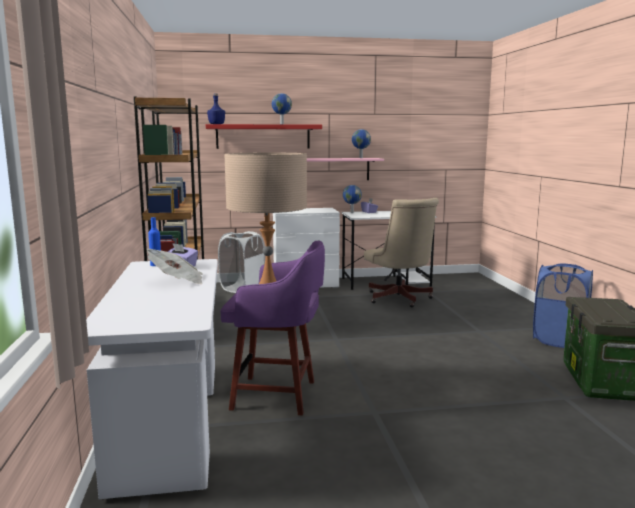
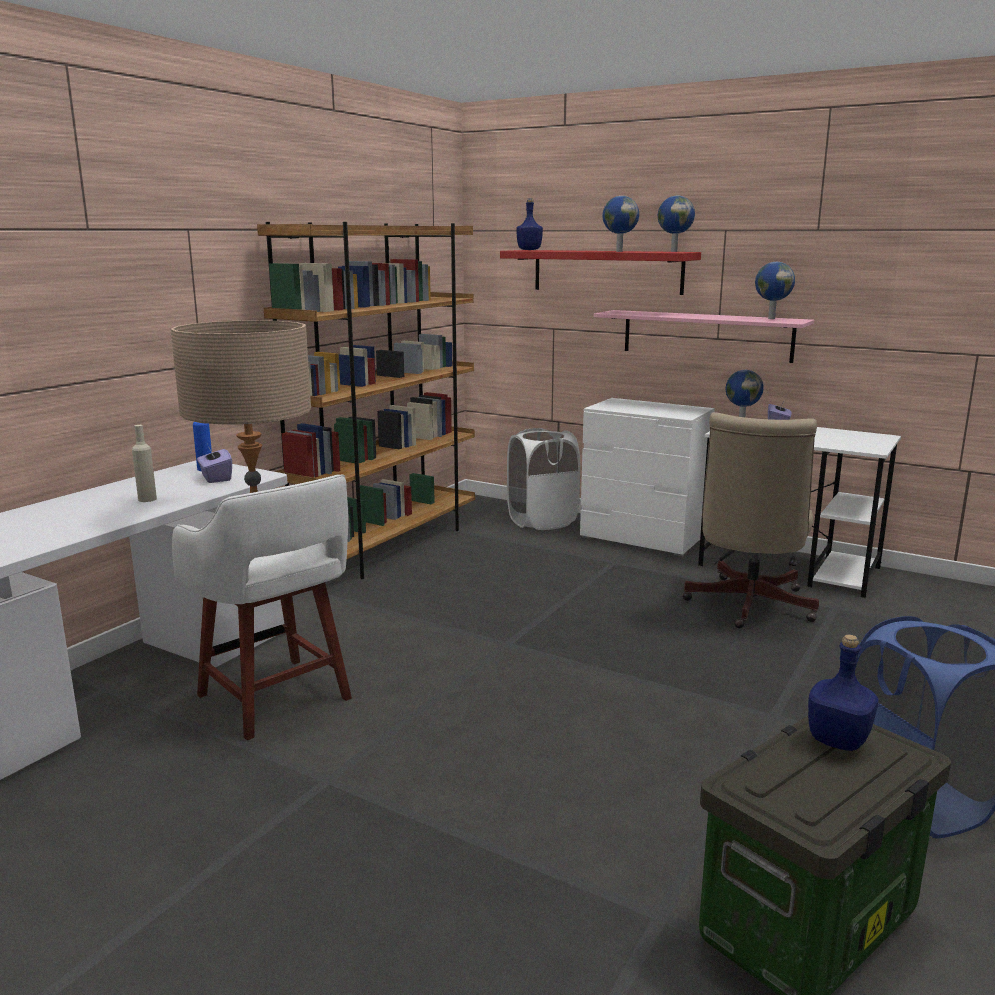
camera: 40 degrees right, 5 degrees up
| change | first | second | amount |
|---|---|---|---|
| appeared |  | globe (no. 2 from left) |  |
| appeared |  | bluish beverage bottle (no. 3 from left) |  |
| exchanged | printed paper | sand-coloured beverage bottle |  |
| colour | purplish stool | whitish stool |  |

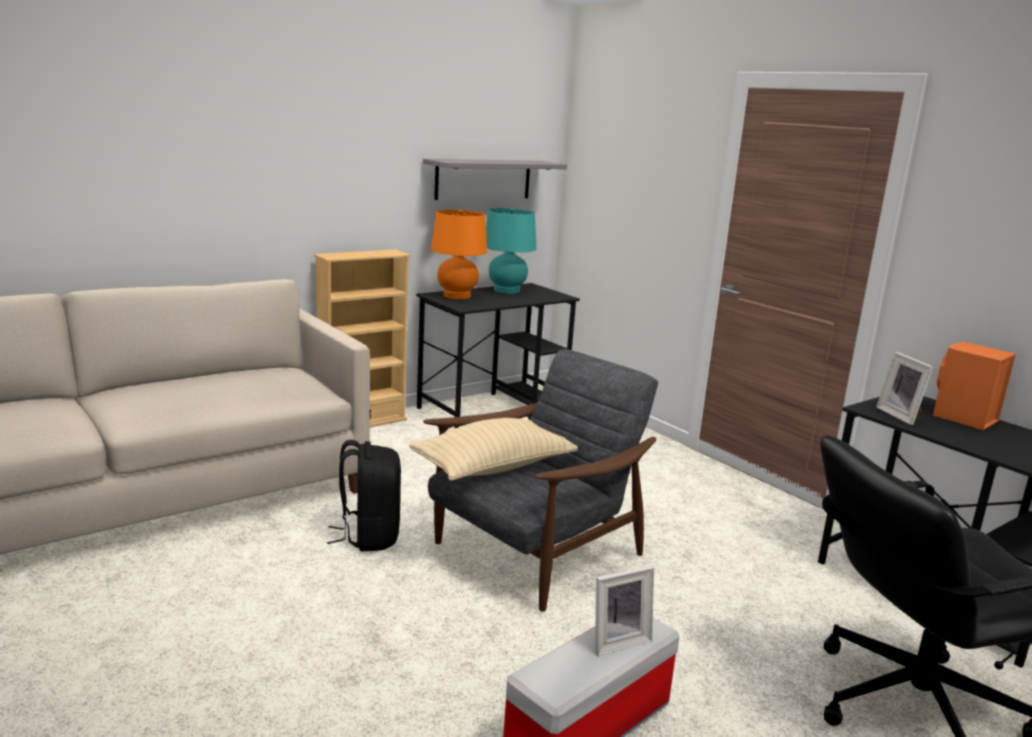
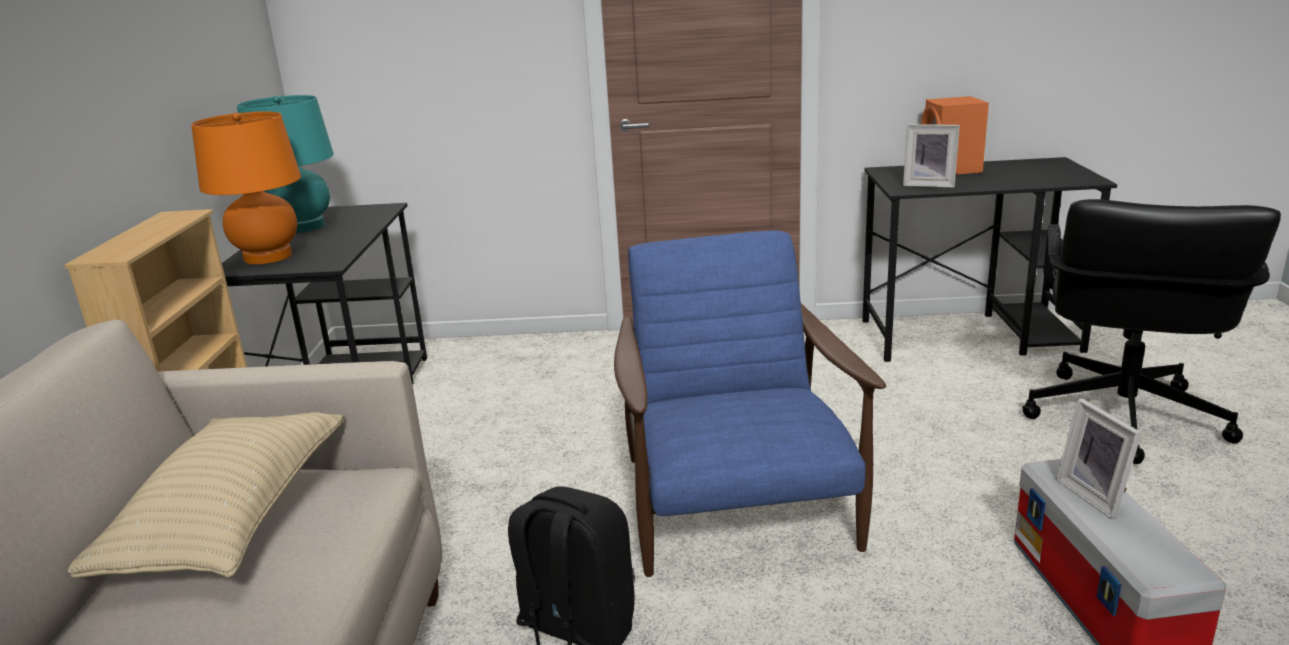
camera: 50 degrees left, 5 degrees up
| change | first | second | amount |
|---|---|---|---|
| missing | grey shelf |  |  |
| relocated | sand-coloured pillow |  |  |
| colour | grey lounge chair | bluish lounge chair |  |
| spun | picture frame (no. 1 from left in the first image) | picture frame (no. 2 from left) | 150 degrees clockwise |

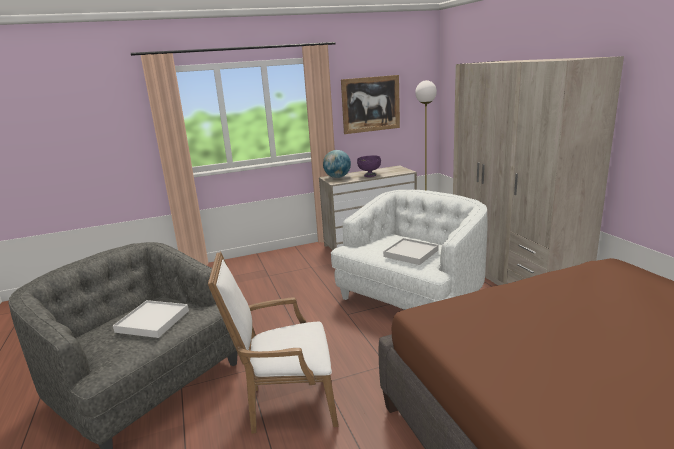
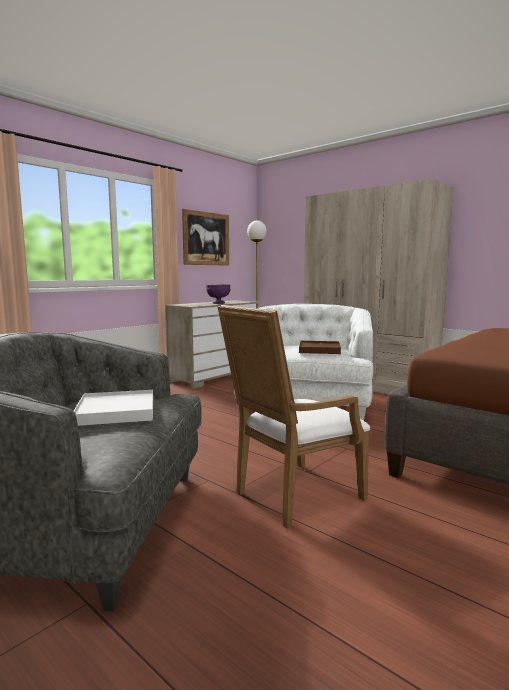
camera: 30 degrees left, 10 degrees down
| change | first | second | amount |
|---|---|---|---|
| missing | globe |  |  |
| colour | whitish serving tray (no. 2 from left) | brownish serving tray |  |

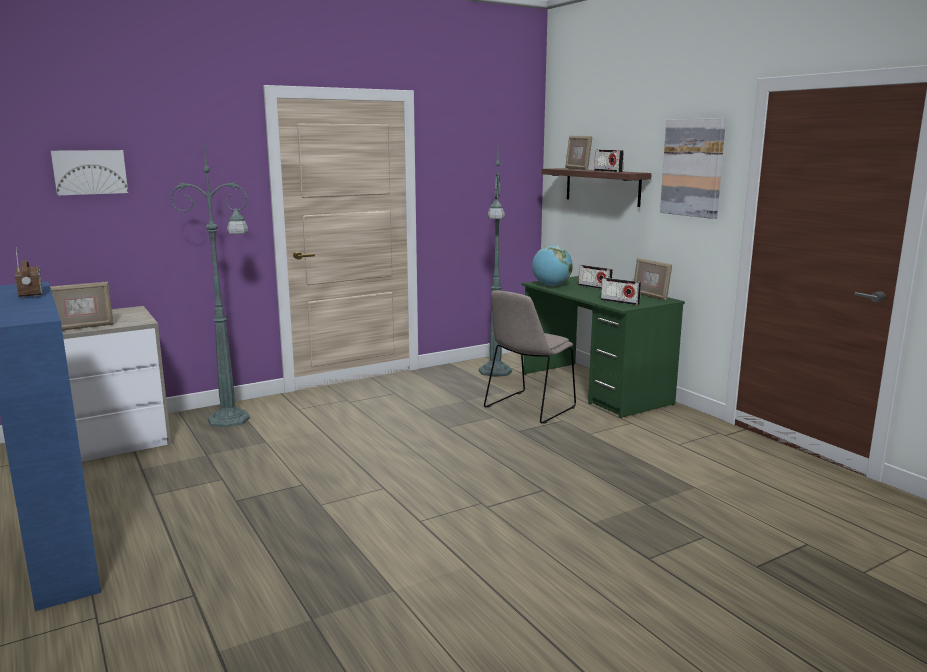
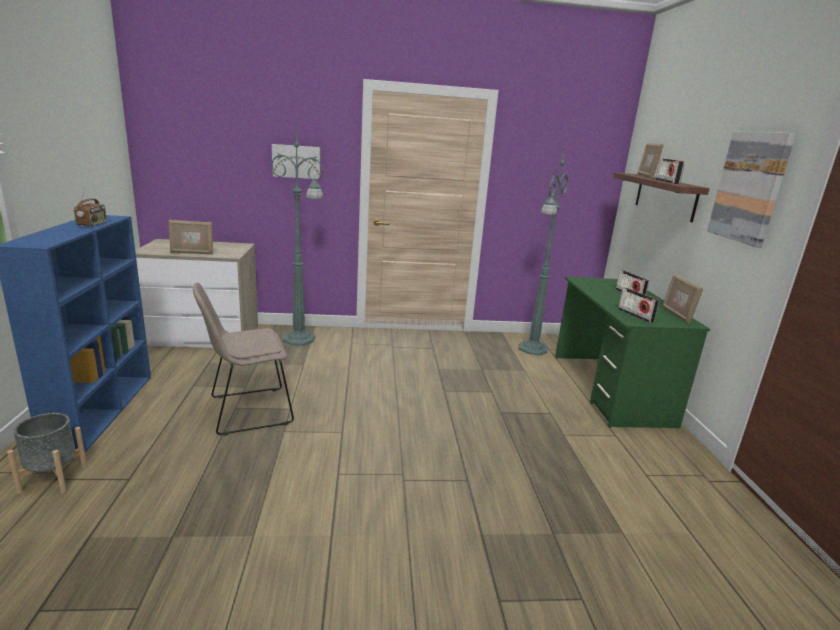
camera: 25 degrees right, 5 degrees up
| change | first | second | amount |
|---|---|---|---|
| missing | globe |  |  |
| appeared |  | grey plant pot |  |
| relocated | picture (no. 1 from left) |  |  |
| relocated | sand-coloured upright chair |  |  |

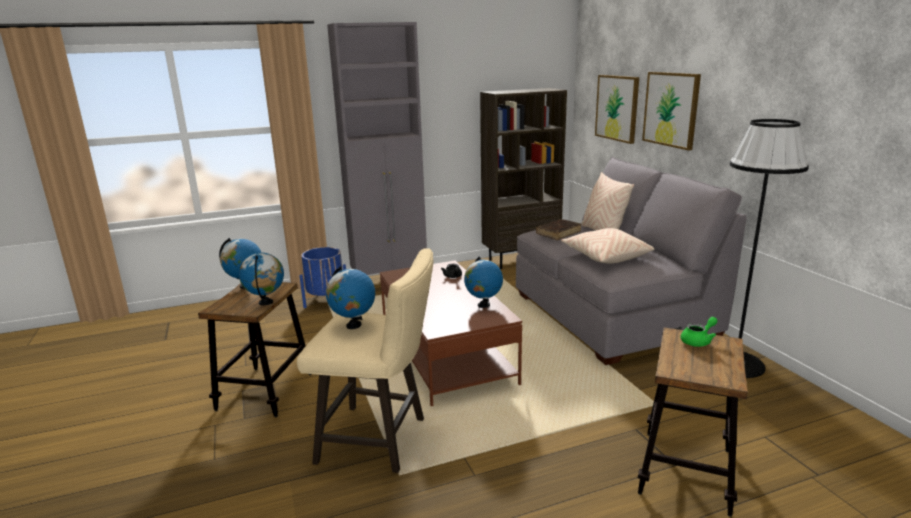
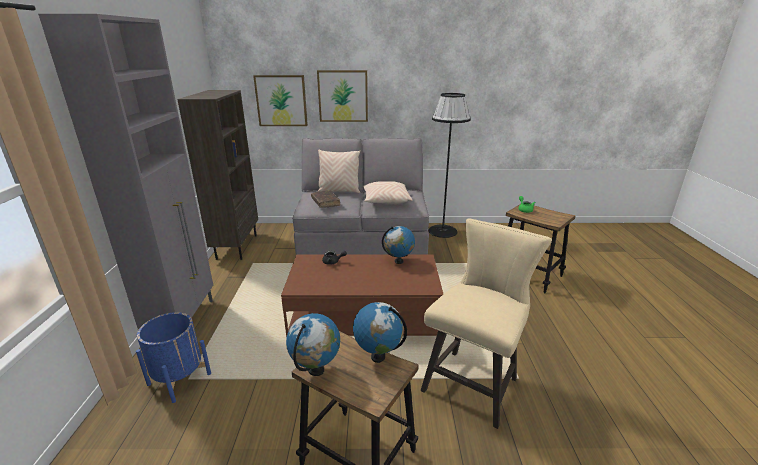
camera: 70 degrees left, 5 degrees up
| change | first | second | amount |
|---|---|---|---|
| missing | globe (no. 3 from left) |  |  |

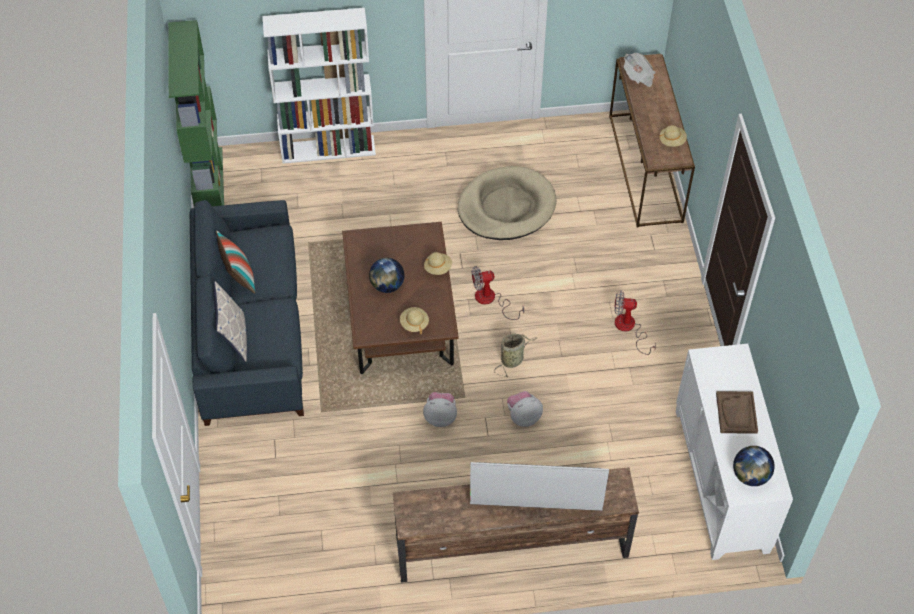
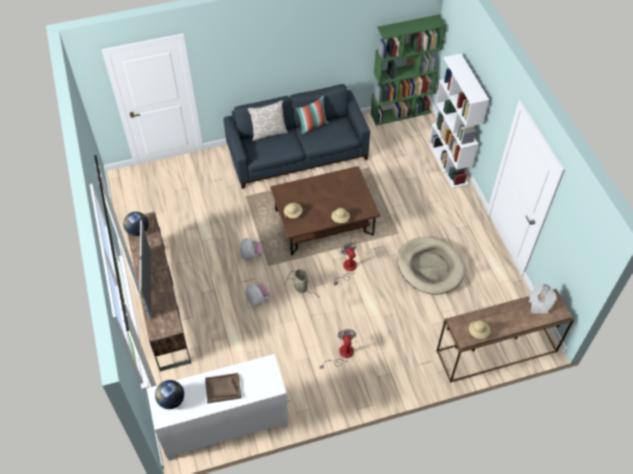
camera: 80 degrees right, 0 degrees up
| change | first | second | amount |
|---|---|---|---|
| relocated | globe (no. 1 from left) |  |  |

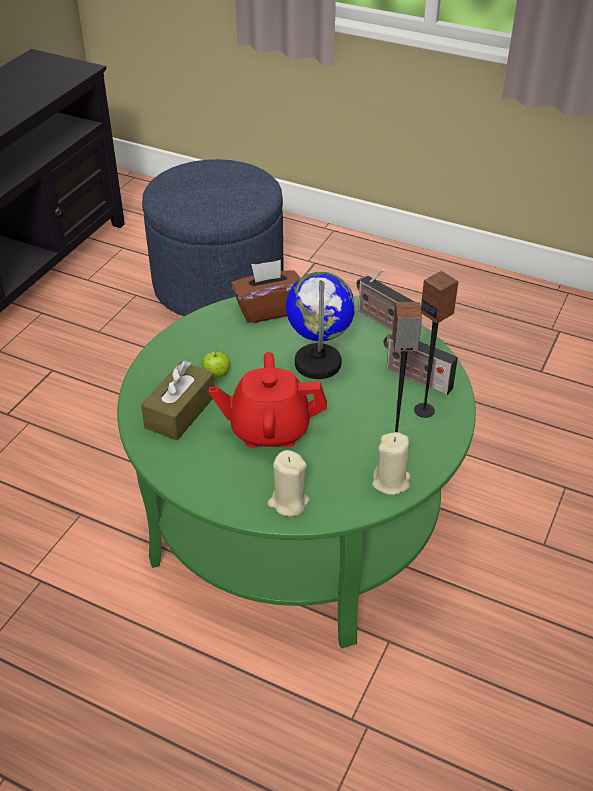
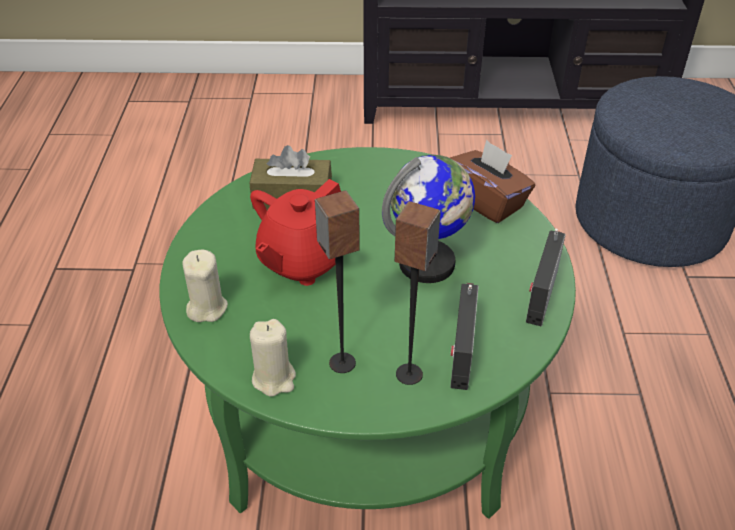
camera: 65 degrees right, 0 degrees up
| change | first | second | amount |
|---|---|---|---|
| missing | whole apple |  |  |
| spun | red pot for tea |  | 120 degrees counterclockwise |

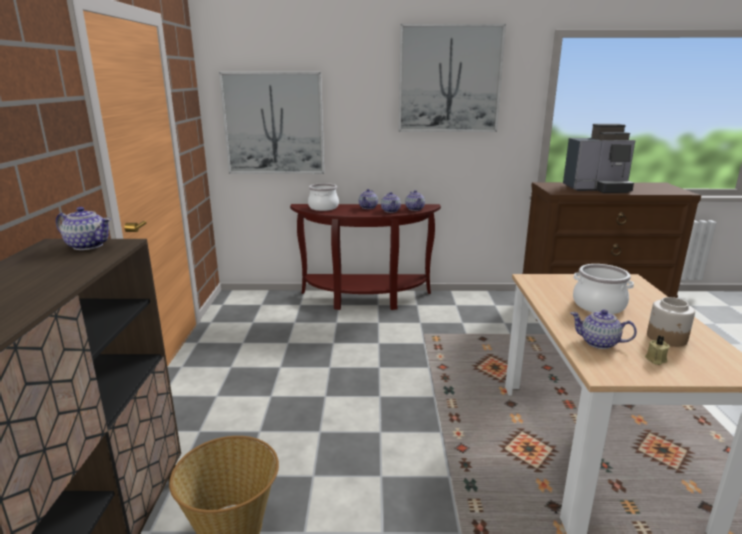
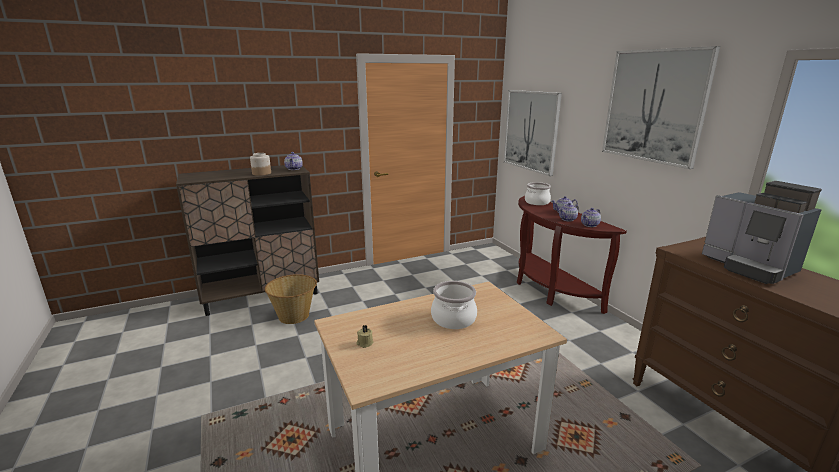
camera: 65 degrees right, 0 degrees up
| change | first | second | amount |
|---|---|---|---|
| missing | pot for tea (no. 5 from left) |  |  |
| relocated | jar |  |  |

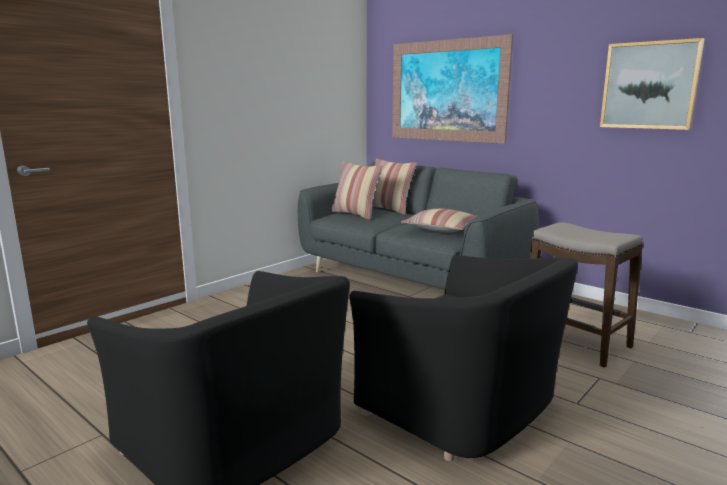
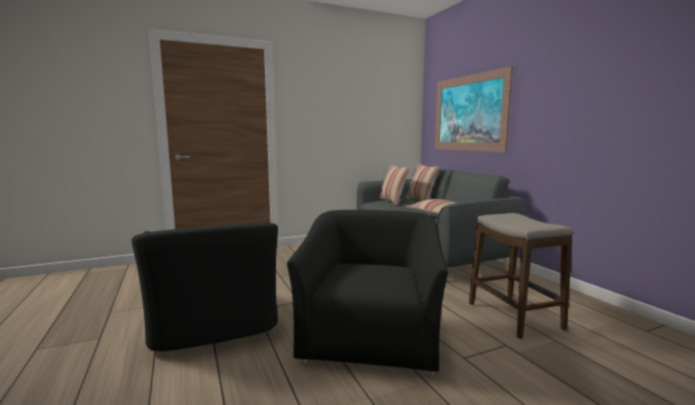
camera: 25 degrees right, 5 degrees down
| change | first | second | amount |
|---|---|---|---|
| missing | picture (no. 2 from left) |  |  |
| spun | blackish lounge chair (no. 2 from left) |  | 150 degrees counterclockwise |

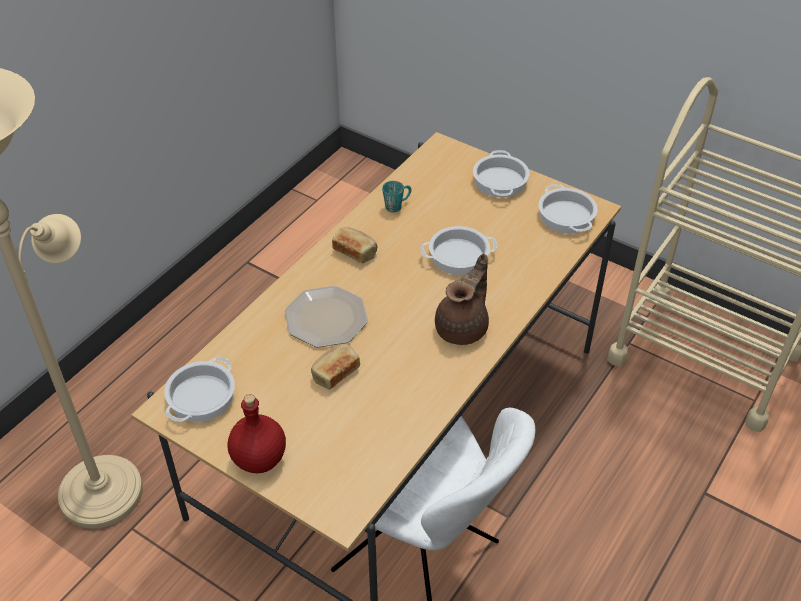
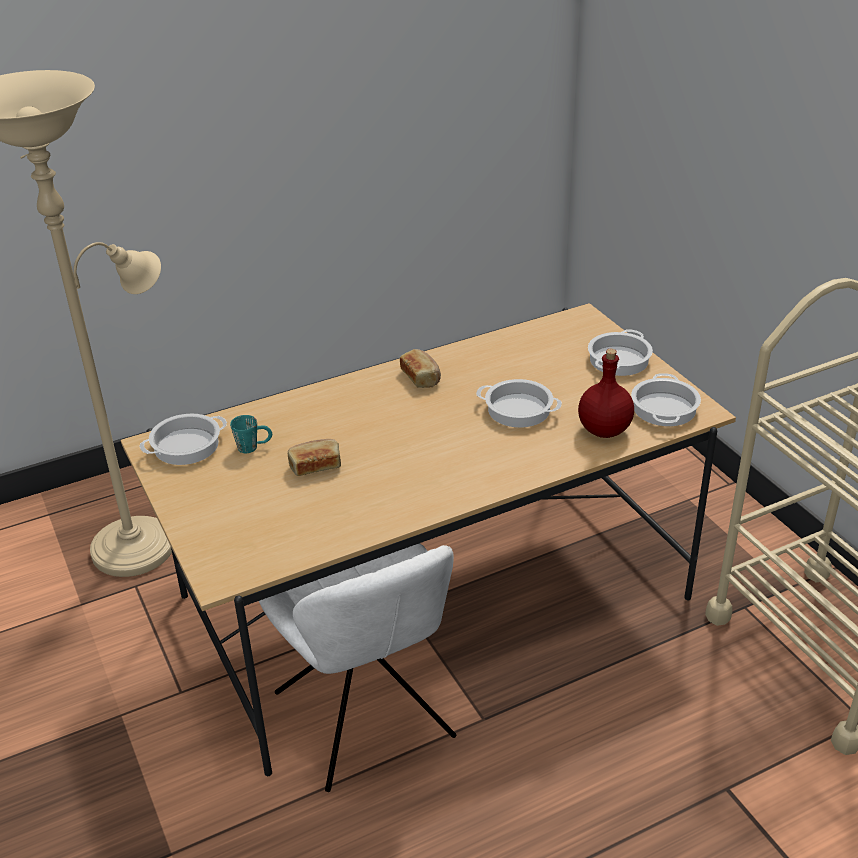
camera: 30 degrees right, 10 degrees down
| change | first | second | amount |
|---|---|---|---|
| missing | flat dish |  |  |
| missing | brownish pot for tea |  |  |
| relocated | red beverage bottle |  |  |
| relocated | turquoise tea mug |  |  |

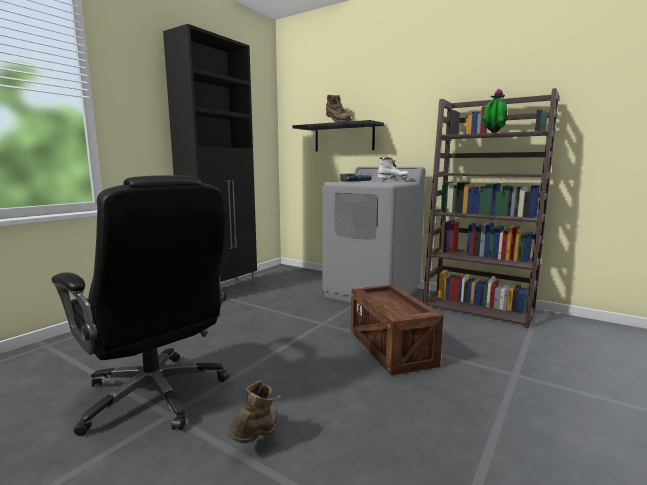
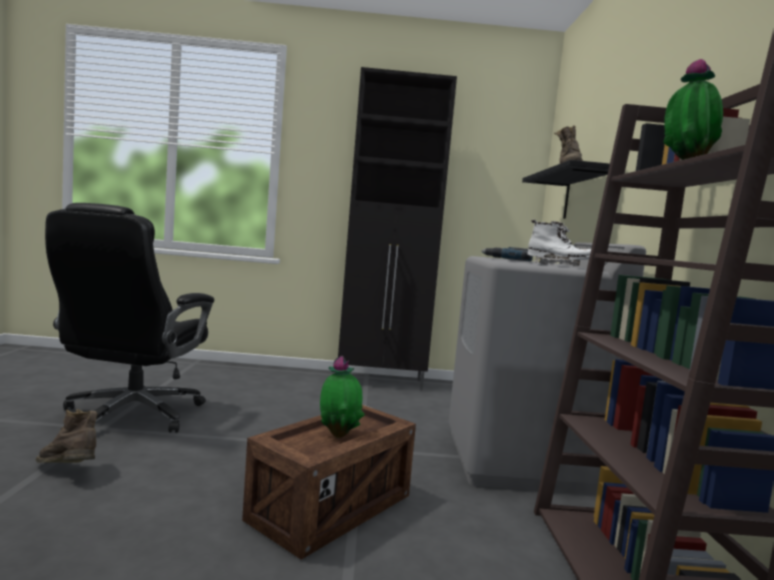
camera: 55 degrees right, 5 degrees down
| change | first | second | amount |
|---|---|---|---|
| appeared |  | houseplant (no. 1 from left) |  |
| spun | brownish high-top boot (no. 1 from left) |  | 135 degrees counterclockwise |

